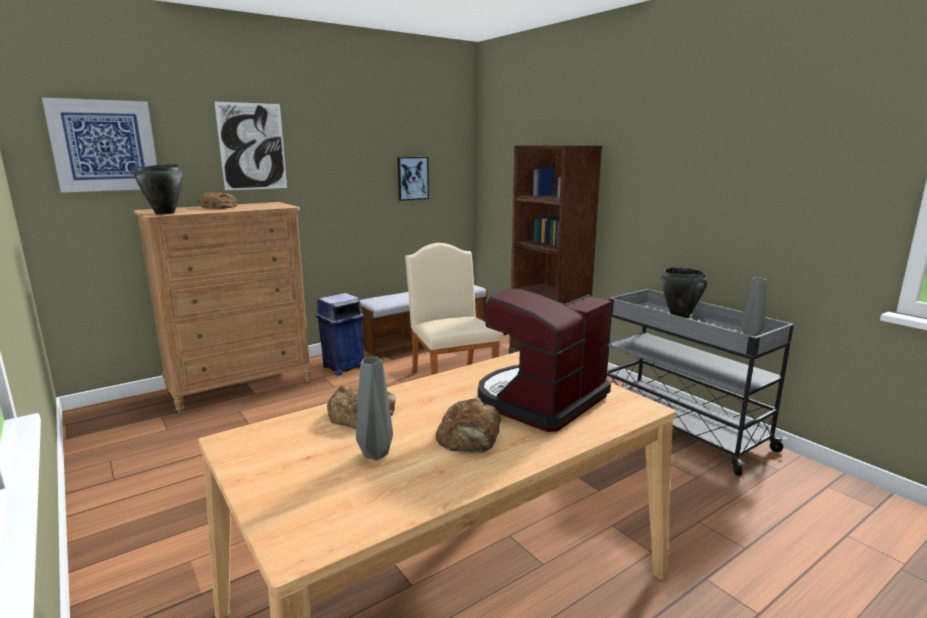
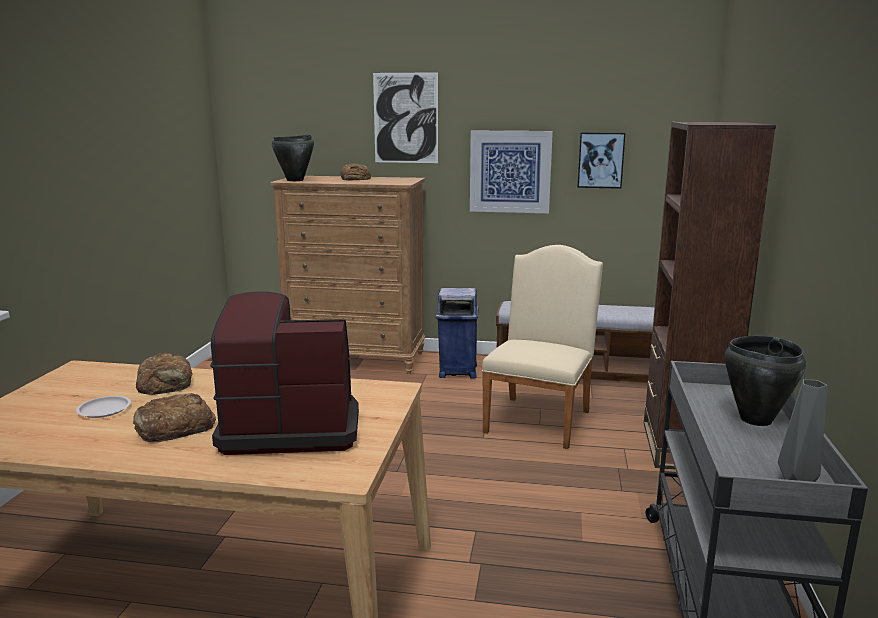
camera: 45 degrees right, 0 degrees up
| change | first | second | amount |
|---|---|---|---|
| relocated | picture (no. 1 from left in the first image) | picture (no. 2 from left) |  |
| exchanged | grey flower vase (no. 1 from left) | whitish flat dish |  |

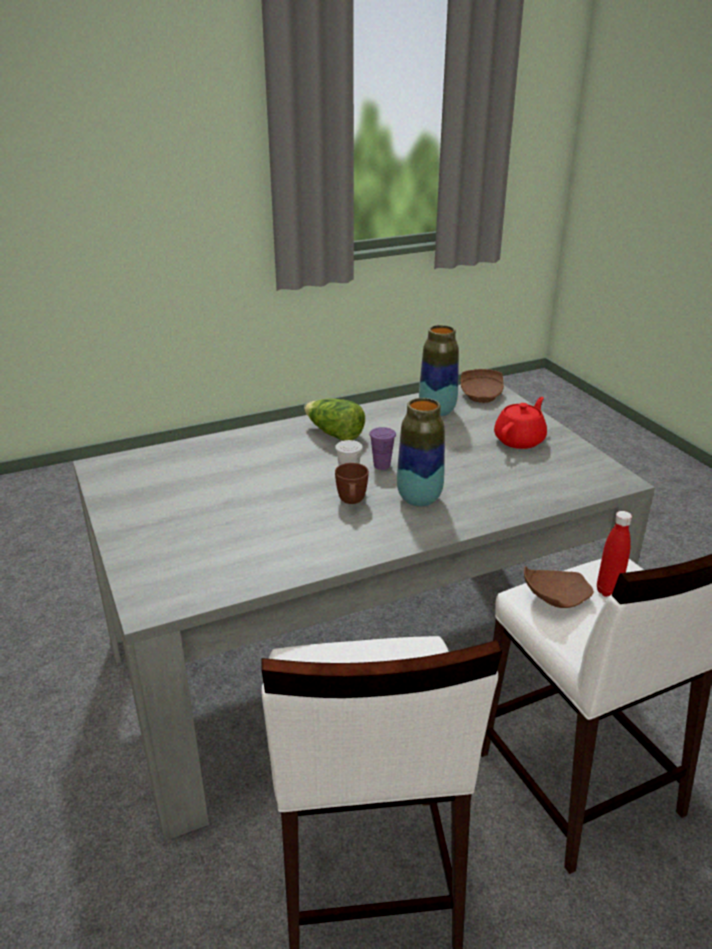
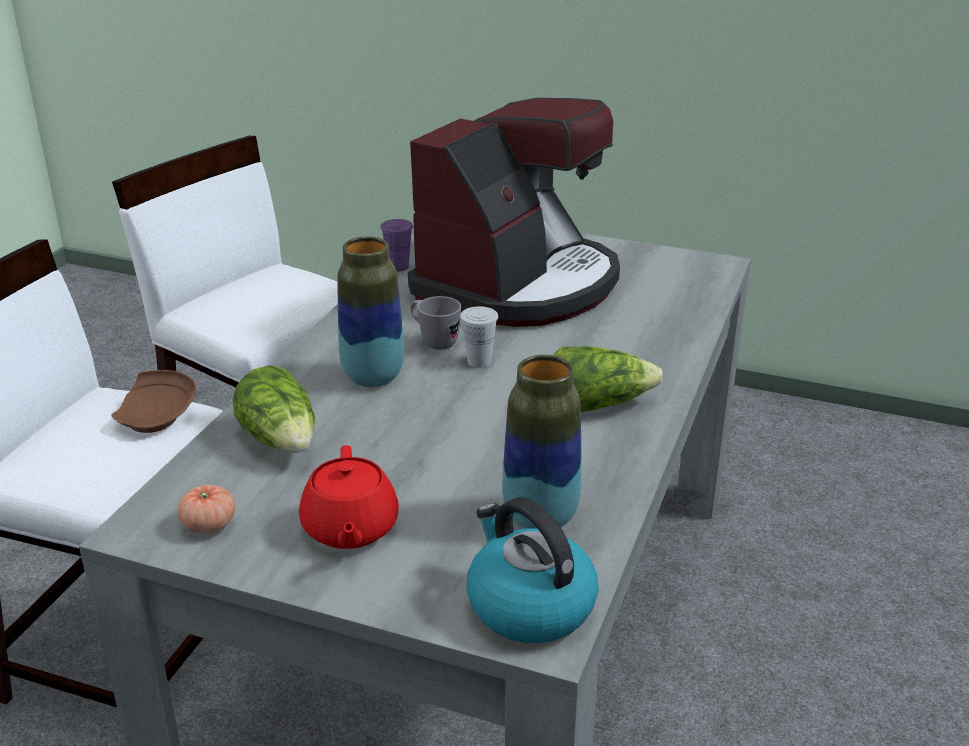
camera: 135 degrees right, 0 degrees up
| change | first | second | amount |
|---|---|---|---|
| missing | red beverage bottle |  |  |
| appeared |  | fresh tomato |  |
| appeared |  | lettuce head (no. 1 from left) |  |
| appeared |  | coffee machine |  |
| relocated | purplish drinking cup |  |  |
| exchanged | brownish flat dish (no. 1 from left) | water kettle |  |
| colour | brownish tea mug | grey tea mug |  |

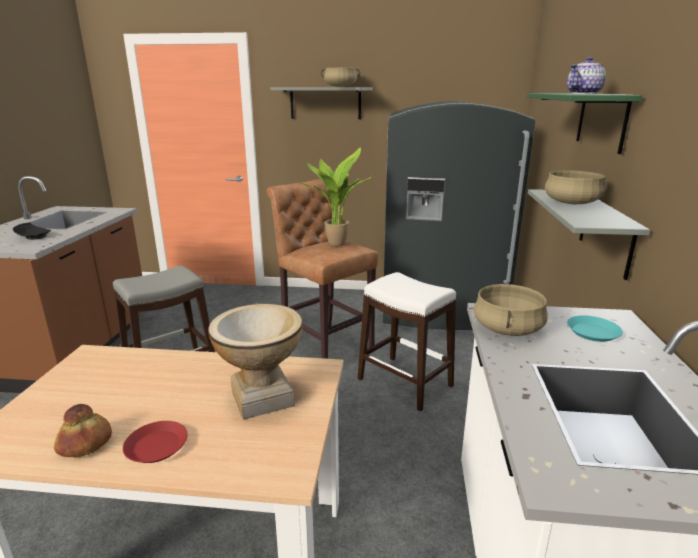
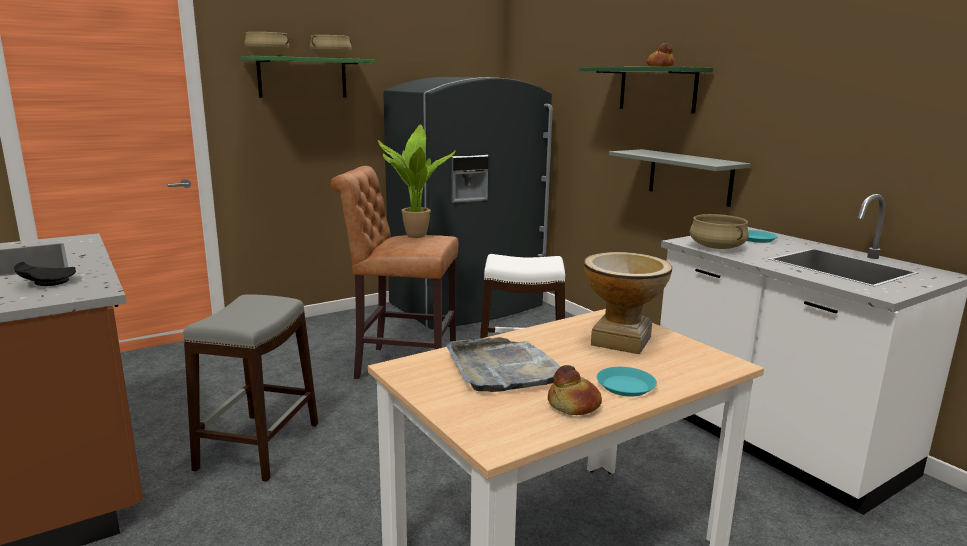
camera: 40 degrees left, 5 degrees down
| change | first | second | amount |
|---|---|---|---|
| appeared |  | grey serving tray |  |
| relocated | sand-coloured saucepot (no. 3 from left in the first image) | sand-coloured saucepot (no. 1 from left) |  |
| exchanged | pot for tea | bakery bread (no. 2 from left) |  |
| colour | red flat dish | turquoise flat dish (no. 1 from left) |  |
| colour | grey shelf (no. 1 from left) | greenish shelf (no. 1 from left) |  |

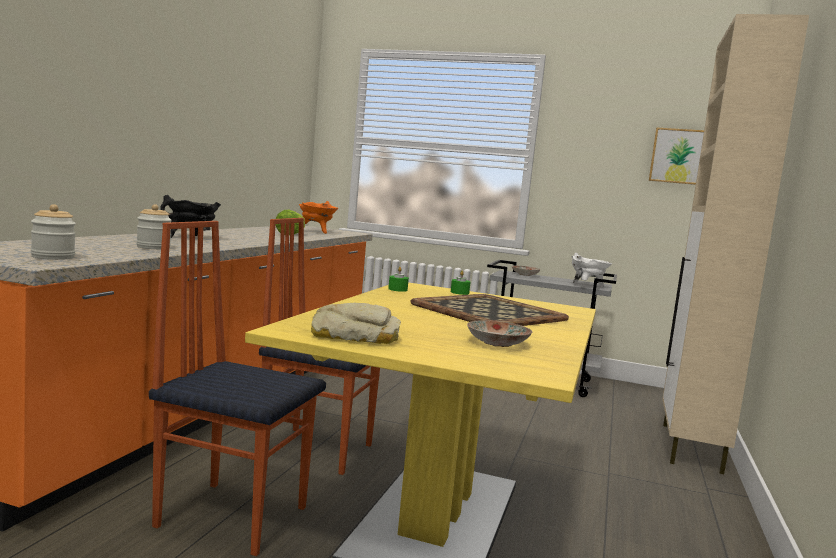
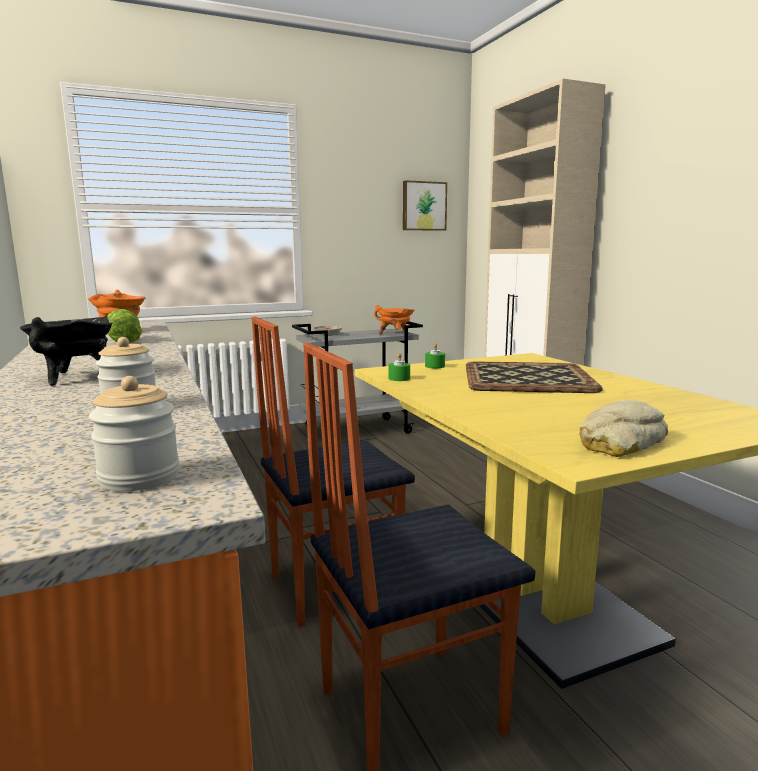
camera: 40 degrees left, 5 degrees up
| change | first | second | amount |
|---|---|---|---|
| missing | flat dish (no. 1 from left) |  |  |
| colour | whitish saucepot | orangey saucepot (no. 2 from left) |  |

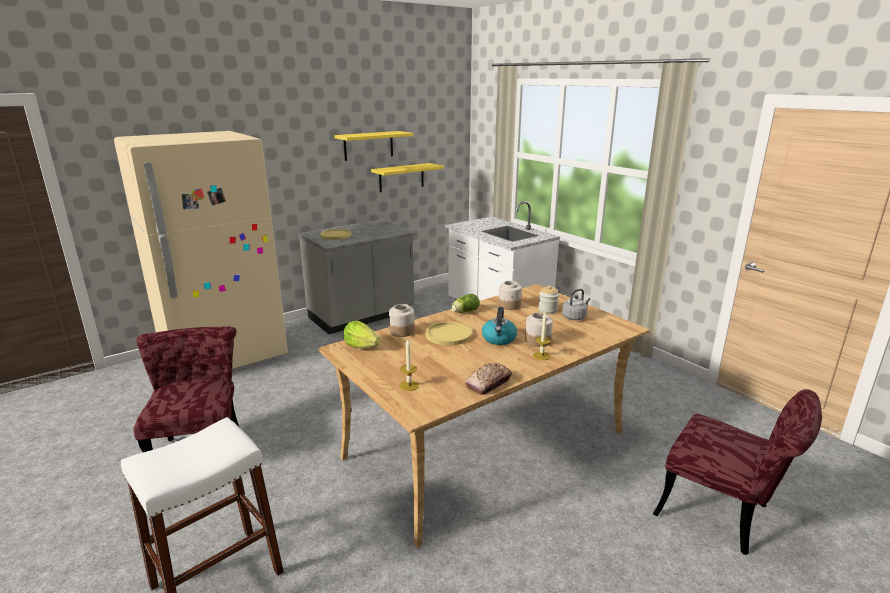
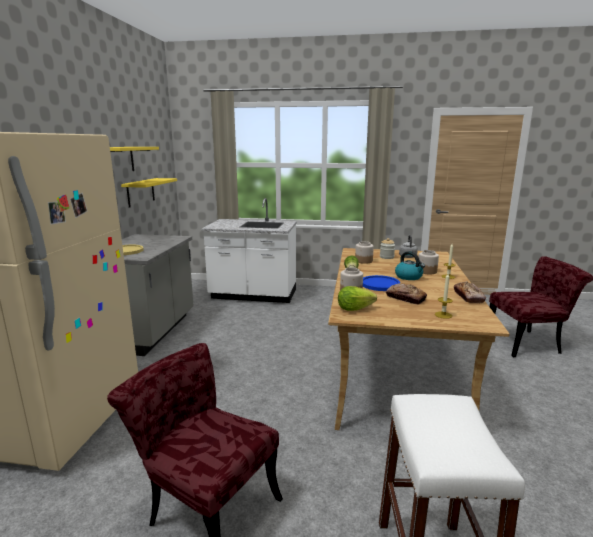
camera: 45 degrees left, 5 degrees down
| change | first | second | amount |
|---|---|---|---|
| appeared |  | bakery bread (no. 1 from left) |  |
| colour | yellow flat dish (no. 2 from left) | bluish flat dish |  |

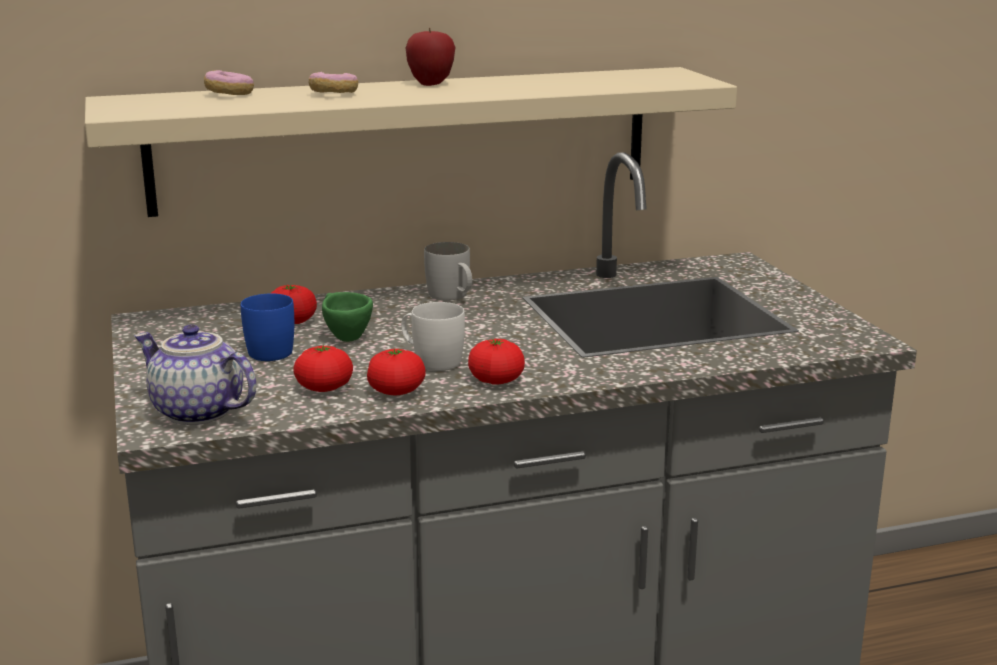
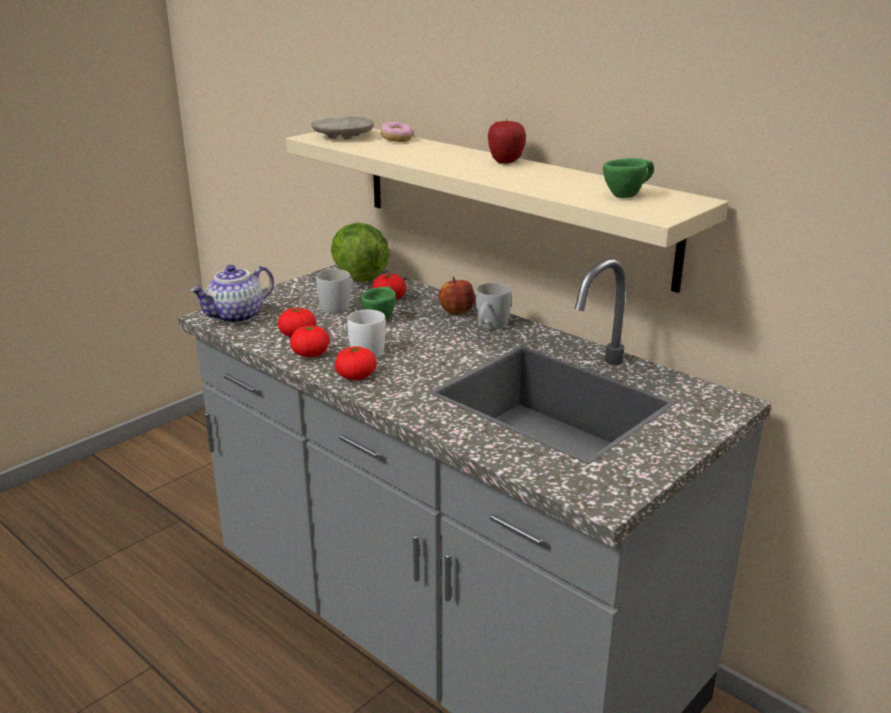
camera: 60 degrees right, 5 degrees up
| change | first | second | amount |
|---|---|---|---|
| missing | doughnut (no. 2 from left) |  |  |
| appeared |  | sand-coloured flat dish |  |
| appeared |  | lettuce head |  |
| appeared |  | whole apple (no. 1 from left) |  |
| appeared |  | greenish drinking cup (no. 2 from left) |  |
| colour | bluish tea mug | whitish tea mug (no. 1 from left) |  |
| spun | pot for tea |  | 135 degrees counterclockwise |

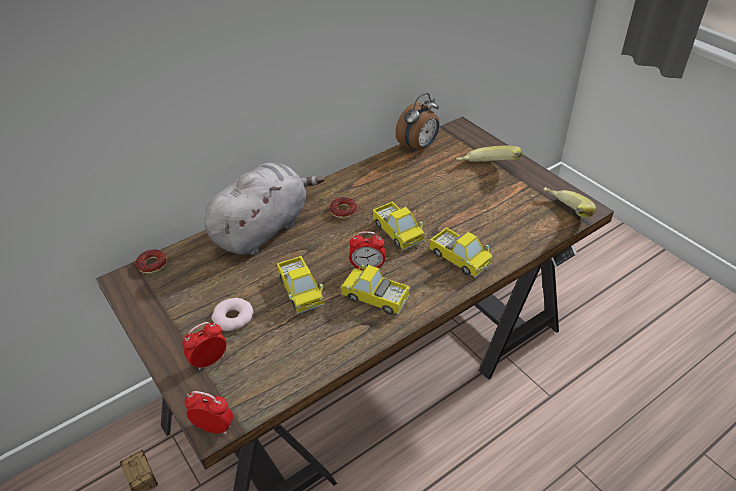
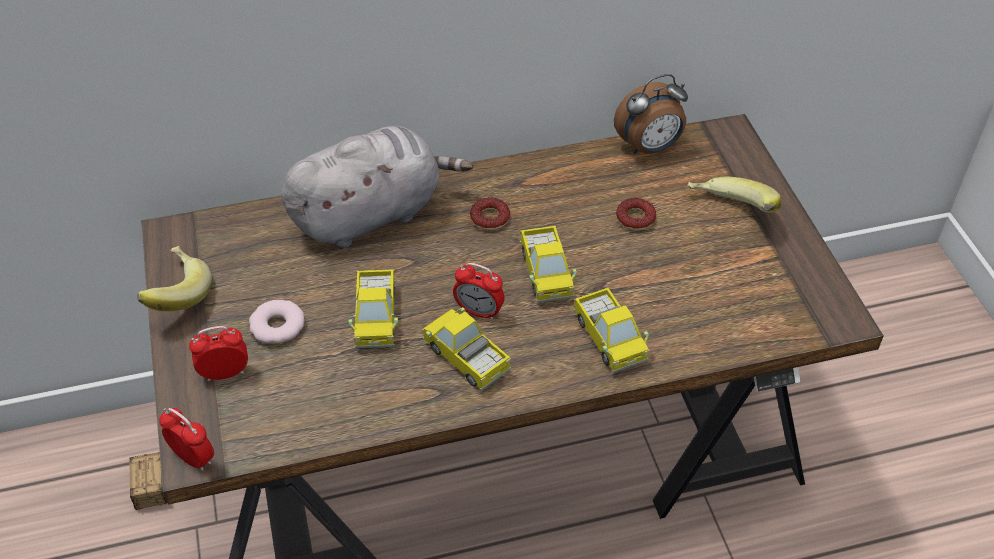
camera: 20 degrees right, 5 degrees up
| change | first | second | amount |
|---|---|---|---|
| relocated | doughnut (no. 1 from left in the first image) | doughnut (no. 3 from left) |  |
| relocated | whole banana (no. 2 from left in the first image) | whole banana (no. 1 from left) |  |

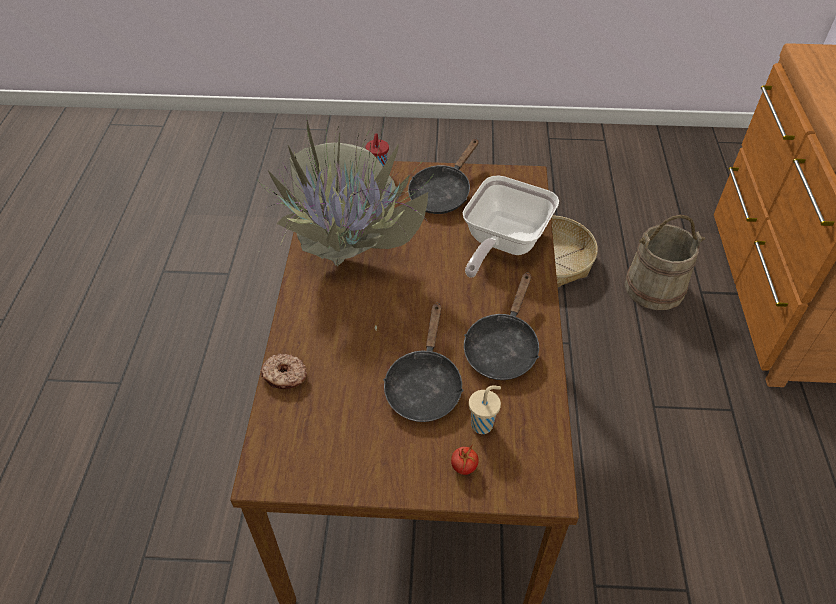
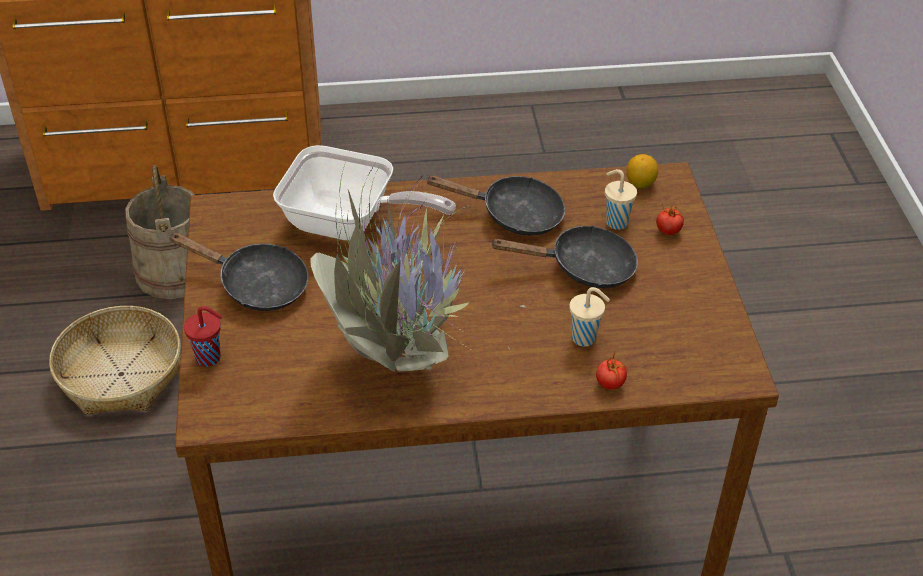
camera: 100 degrees left, 5 degrees down
| change | first | second | amount |
|---|---|---|---|
| appeared |  | sand-coloured drinking cup (no. 1 from left) |  |
| appeared |  | citrus fruit |  |
| exchanged | doughnut | fresh tomato (no. 1 from left) |  |

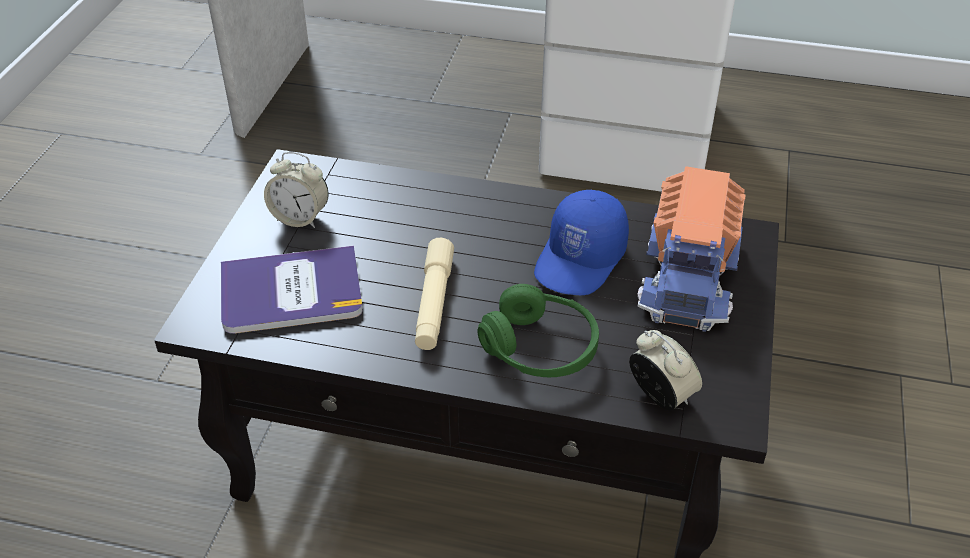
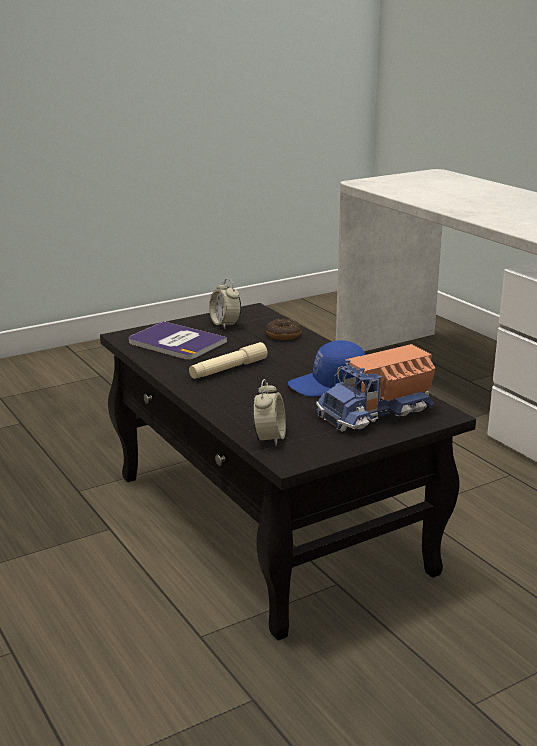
camera: 45 degrees right, 20 degrees down
| change | first | second | amount |
|---|---|---|---|
| missing | greenish headphones |  |  |
| appeared |  | doughnut |  |

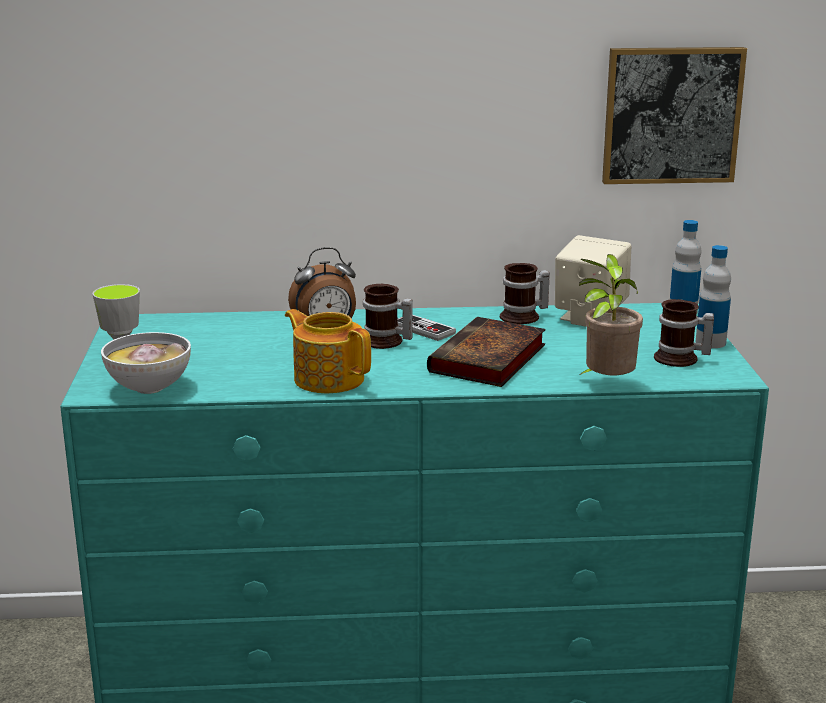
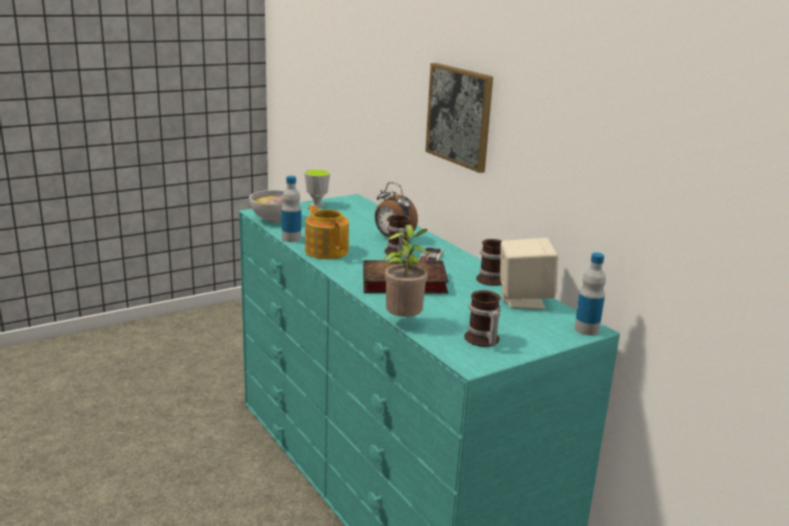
camera: 60 degrees right, 0 degrees up
| change | first | second | amount |
|---|---|---|---|
| relocated | picture |  |  |
| relocated | beverage bottle (no. 2 from left in the first image) | beverage bottle (no. 1 from left) |  |
| spun | pot for tea |  | 45 degrees counterclockwise |

